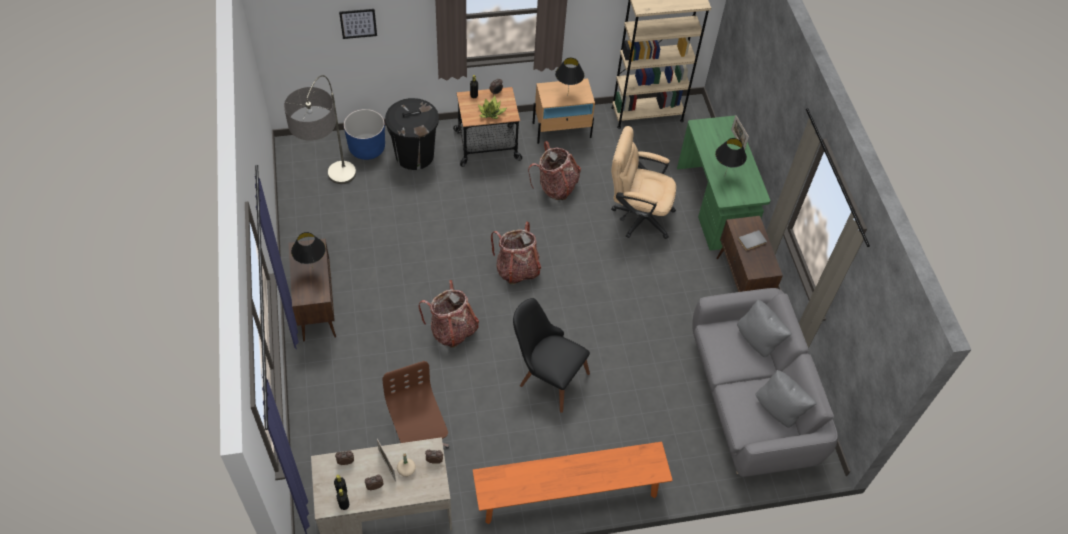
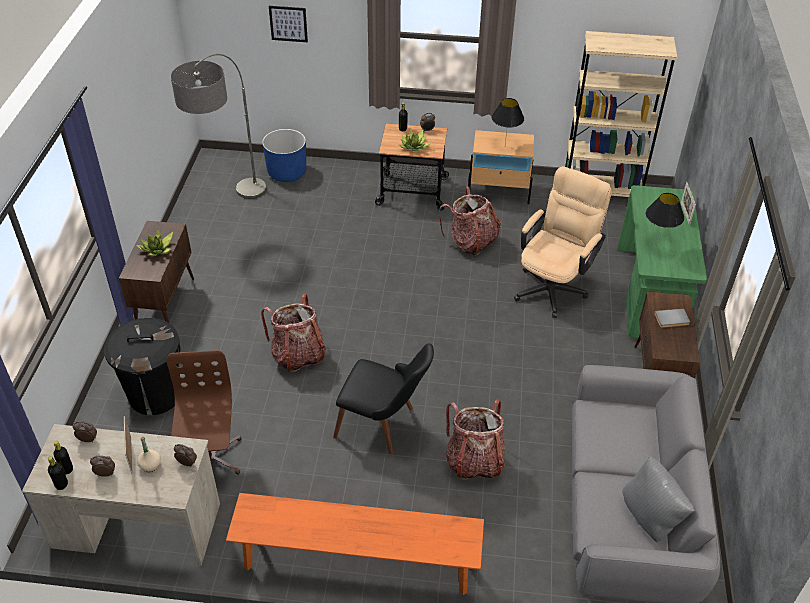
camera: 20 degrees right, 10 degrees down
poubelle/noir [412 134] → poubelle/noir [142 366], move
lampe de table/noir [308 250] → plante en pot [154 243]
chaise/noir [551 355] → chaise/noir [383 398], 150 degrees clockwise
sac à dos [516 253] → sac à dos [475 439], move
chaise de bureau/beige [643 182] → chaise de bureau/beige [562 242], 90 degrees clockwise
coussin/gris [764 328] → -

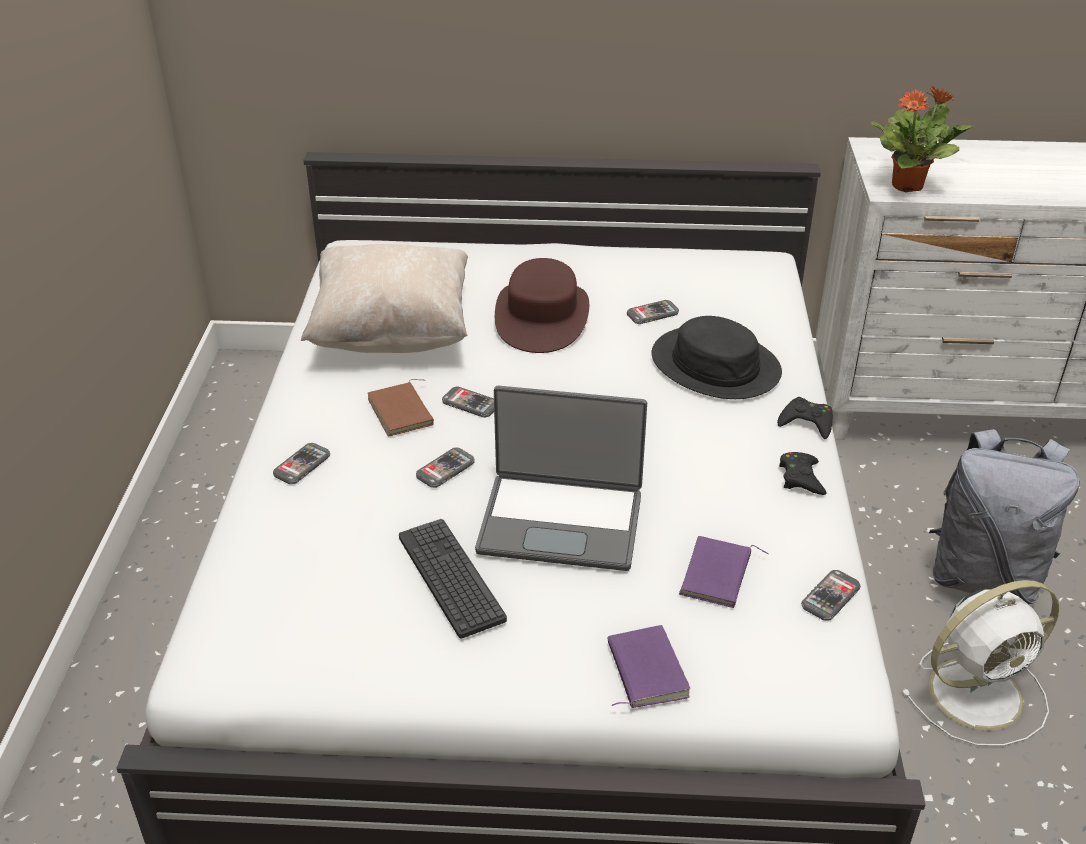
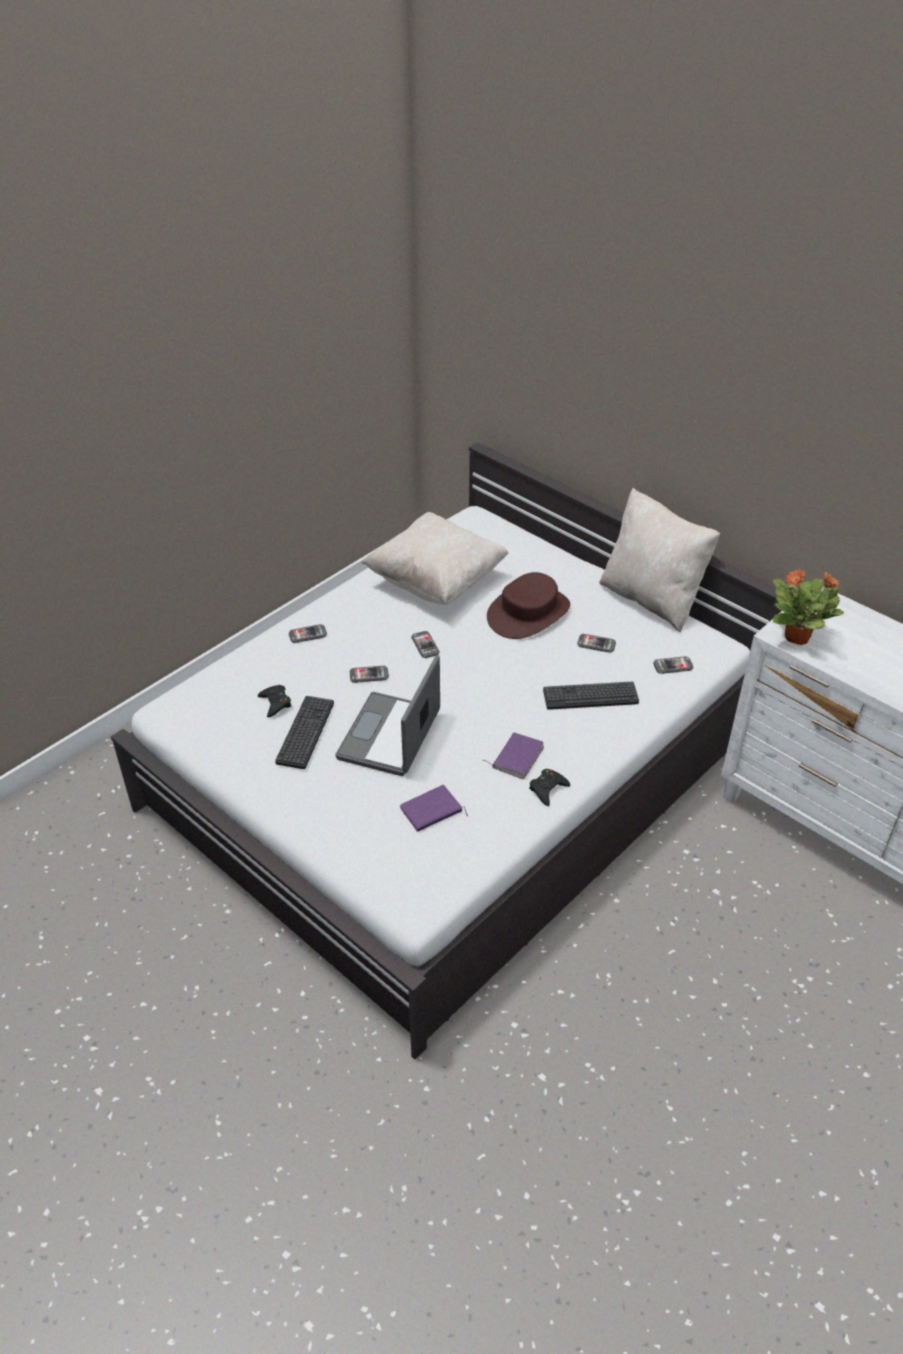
camera: 40 degrees right, 5 degrees up
manette/noir [805 418] → manette/noir [274 701], move
ordinateur portable [561 478] → ordinateur portable [388 715], 60 degrees clockwise
livre/violet [649 666] → livre/violet [513 755], move
chapeau/noir [717 357] → clavier [591 696]
- → coussin/beige [659 560]
téléphone [831 595] → téléphone [673 665], move
livre/marron [400 408] → -
ventilateur/blanc [980 663] → -
sac à dos/gris [1004 517] → -

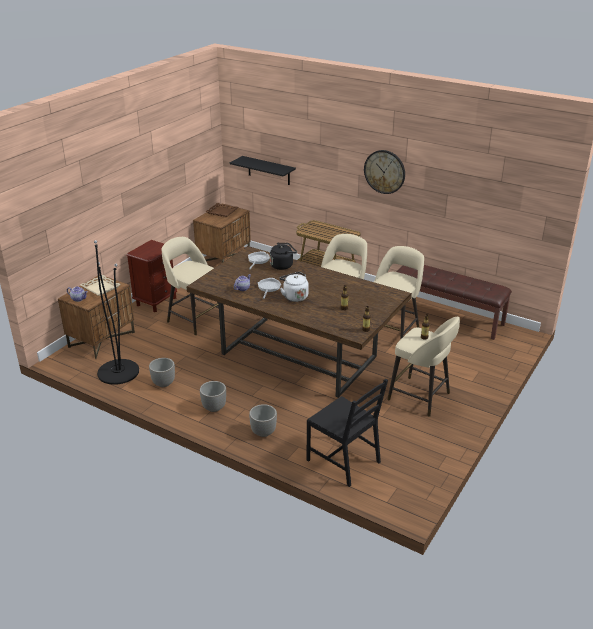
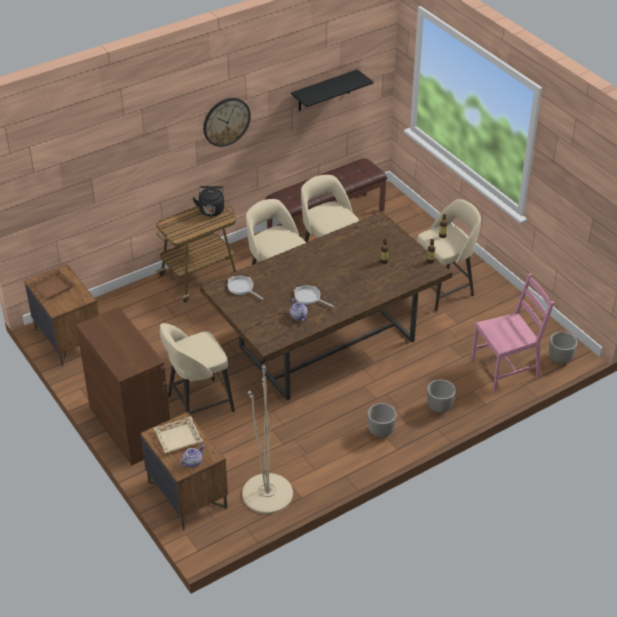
camera: 65 degrees left, 10 degrees up
table de chevet/marron [151 276] → meuble de rangement/marron [123 386]
bouilloire/noir [283 256] → bouilloire/noir [208 201], move
lampadaire/noir [116 312] → lampadaire/beige [267 439]
étagère/noir [263 170] → étagère/noir [332 90], move
chaise/noir [347 433] → chaise/rose [512 332]
cache-pot [162 372] → cache-pot [563 348], move
bouilloire/blanc [294 287] → -

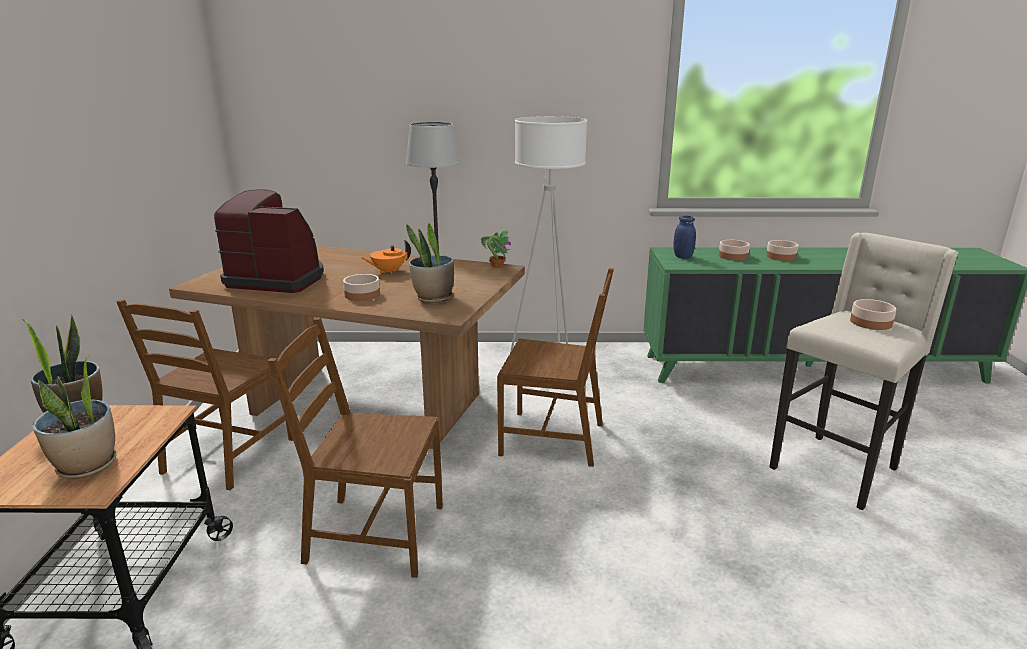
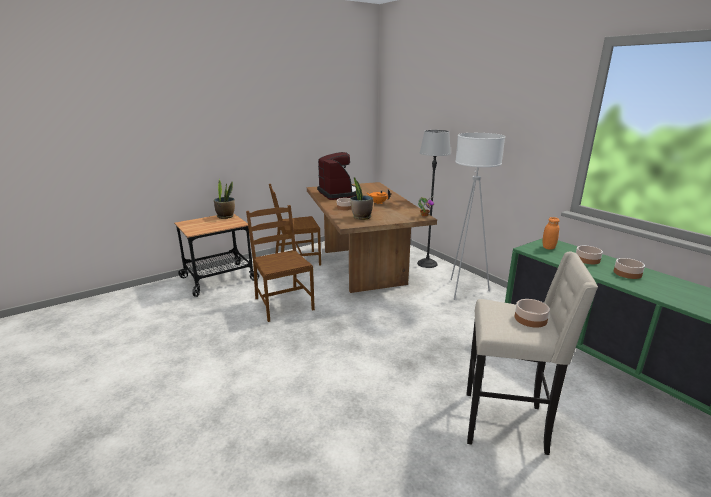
camera: 55 degrees right, 0 degrees up
bocal/bleu [684 237] → bocal/orange [551 233]
plante en pot [74 417] → -
chaise/marron [555 367] → -

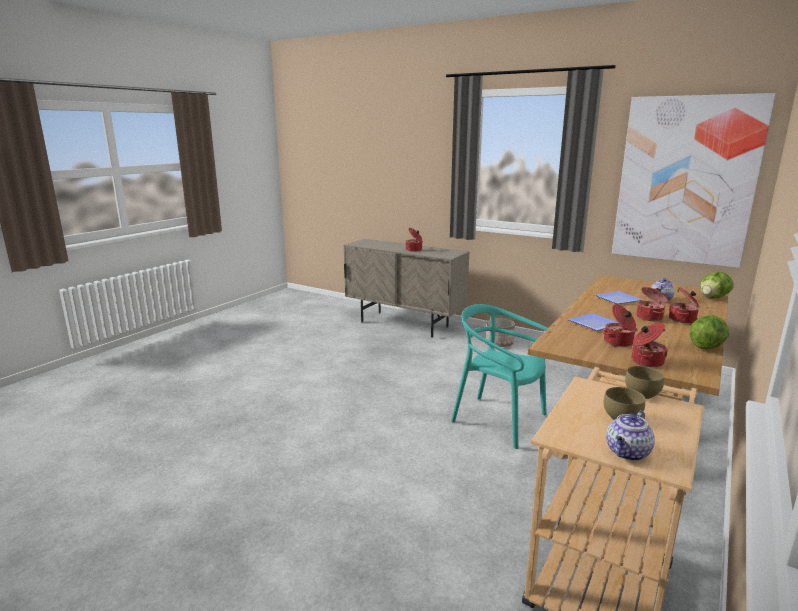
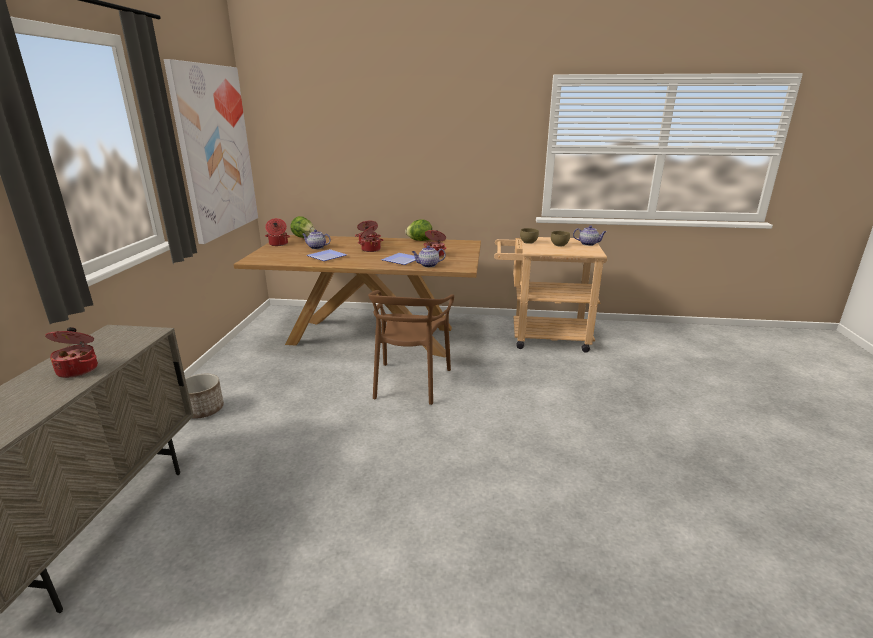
camera: 115 degrees left, 5 degrees up
marmite [649 344] → marmite [277 232], move
chaise/turquoise [499 376] → chaise/marron [411 347]
- → théière [429 256]

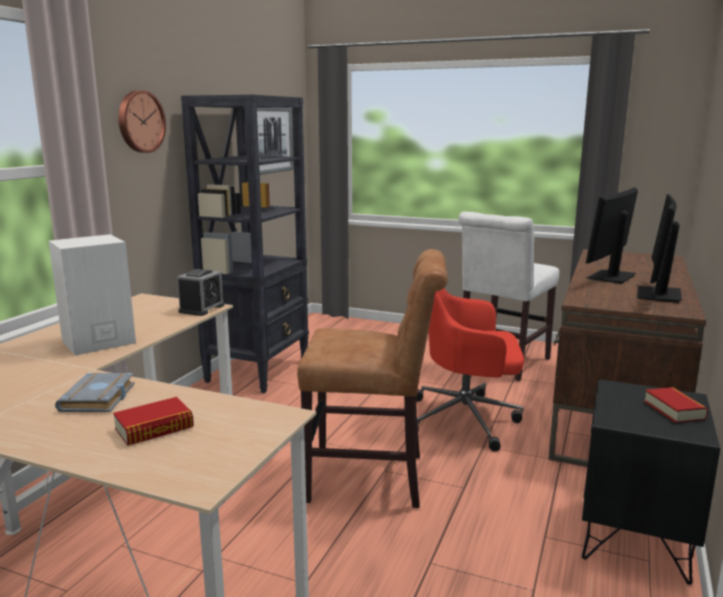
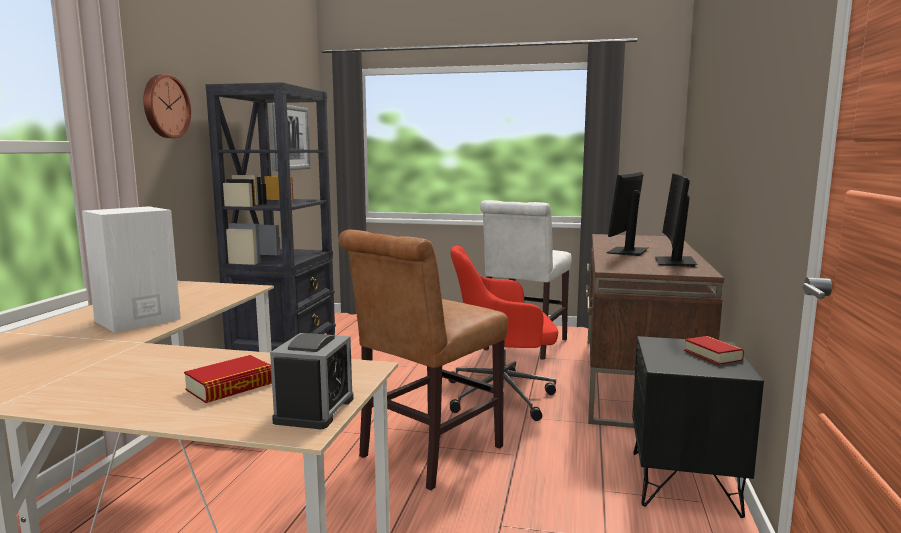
camera: 10 degrees left, 5 degrees down
réveil [200 292] → réveil [312 381], move
chaise/marron [372 378] → chaise/marron [423 360], 135 degrees clockwise
livre/gris [95 392] → -

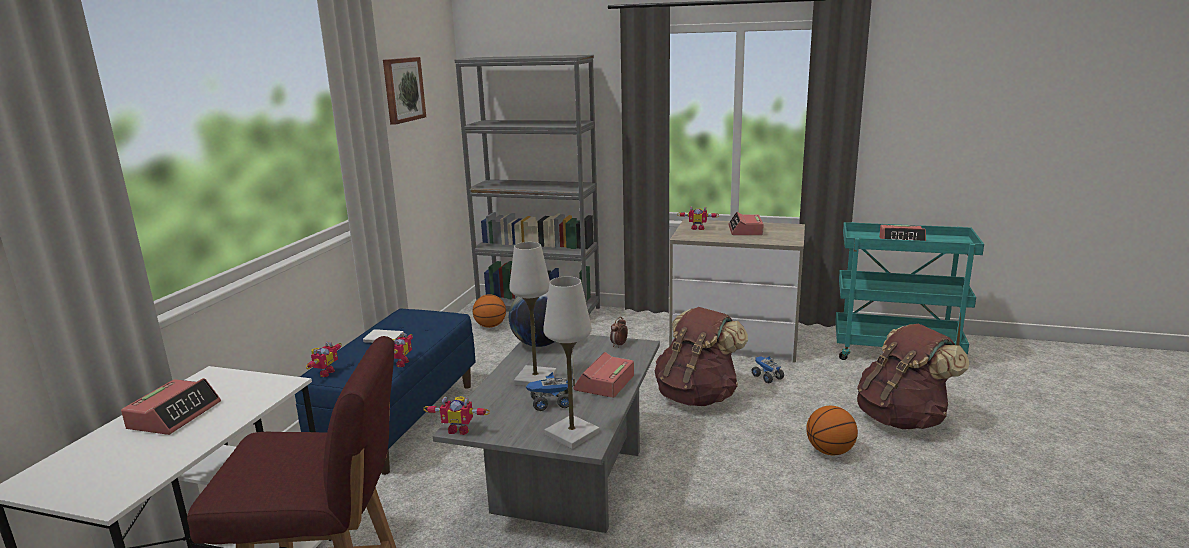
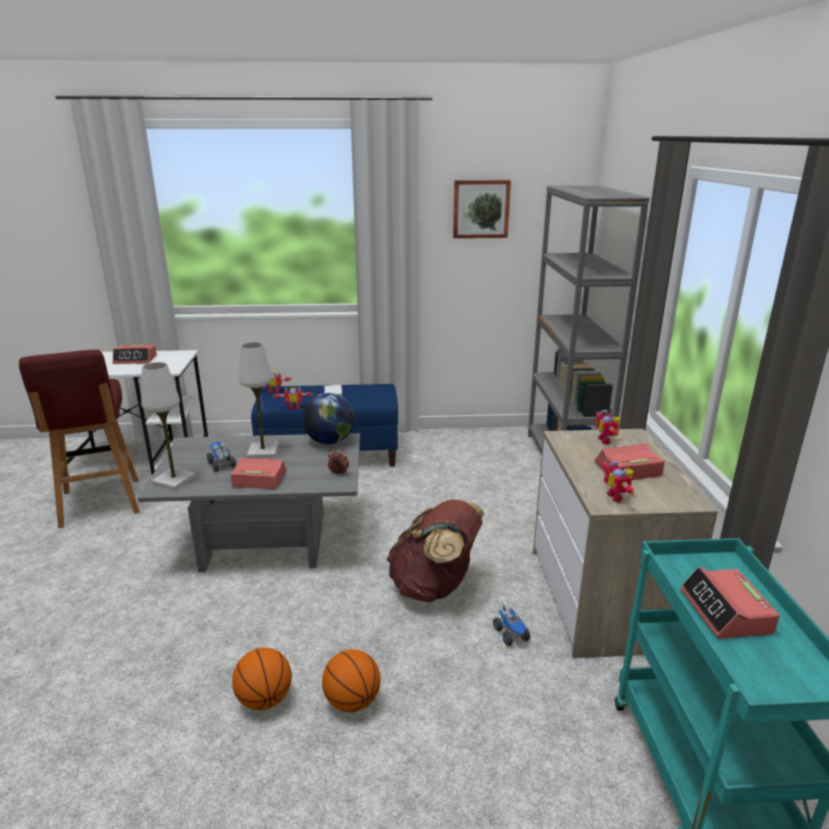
camera: 70 degrees right, 5 degrees up
ballon de basket [489 311] → ballon de basket [262 679], move
camion jouet [768 369] → camion jouet [511 624], 120 degrees clockwise
robot jouet [456 415] → robot jouet [618 481], move
sac à dos/marron [913 376] → -

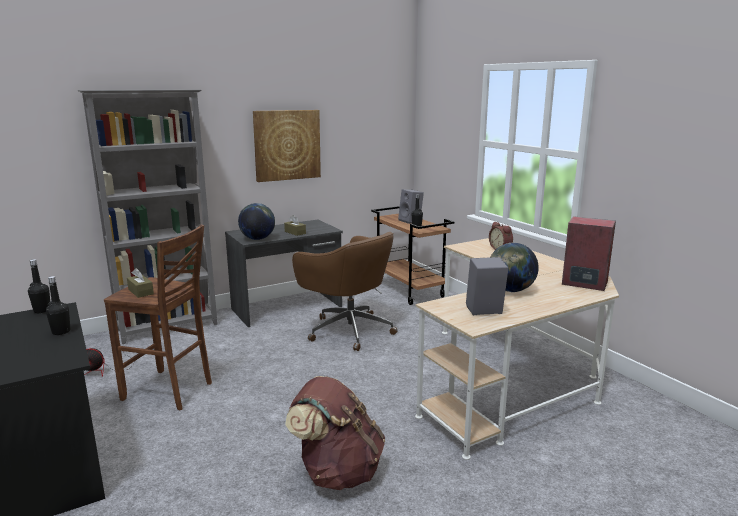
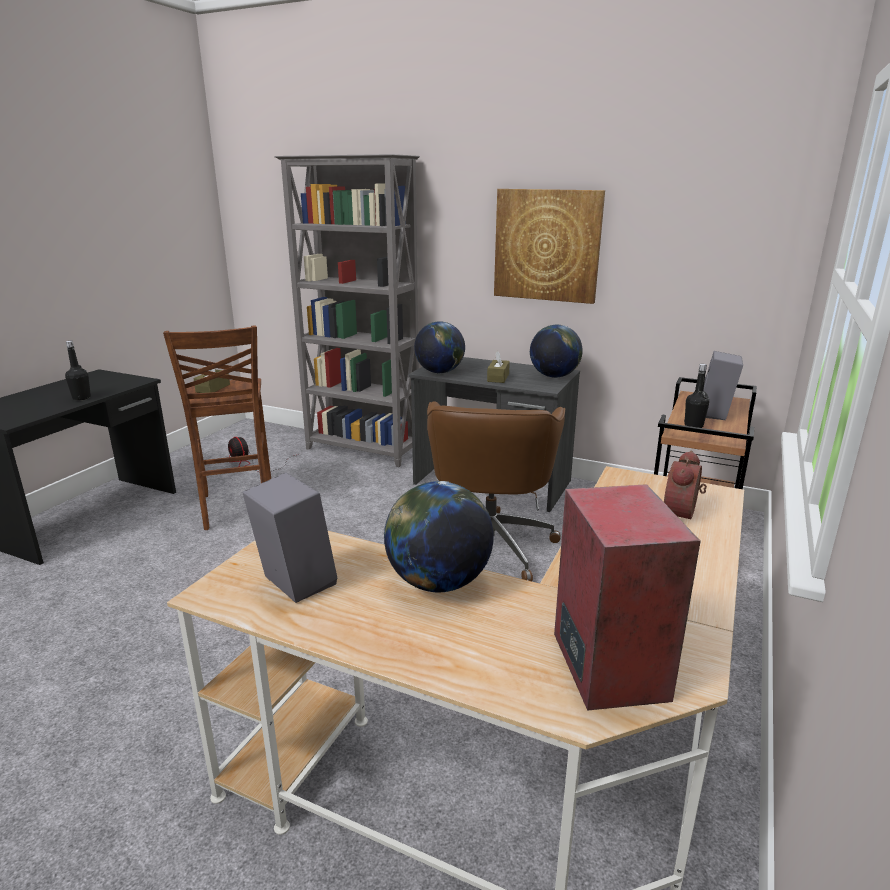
camera: 55 degrees right, 5 degrees up
- → globe [556 351]
bouteille/noir [39 286] → -
sac à dos/marron [335 433] → -

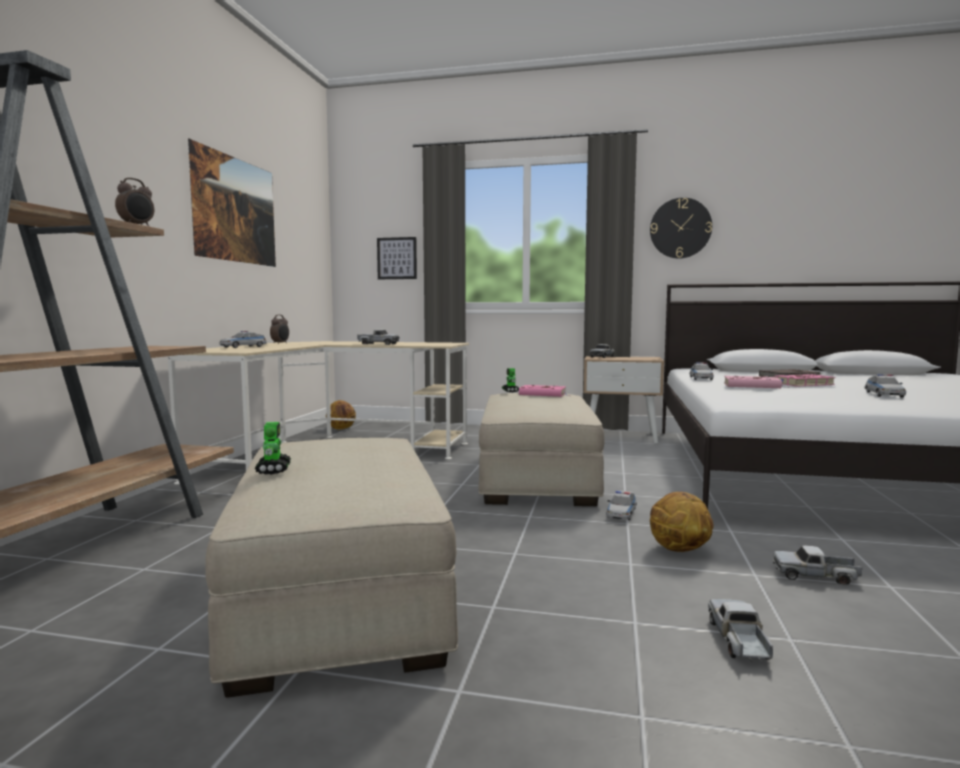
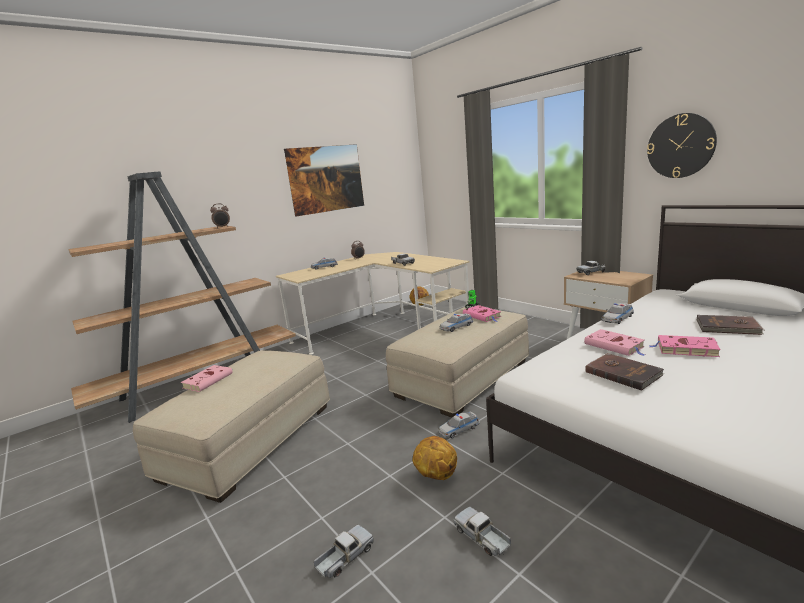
camera: 40 degrees right, 10 degrees up
robot jouet [273 448] → livre/rose [207 378]
petite voiture [885 386] → petite voiture [456 322], move
- → livre/marron [624 372]
tableau [397 258] → -

